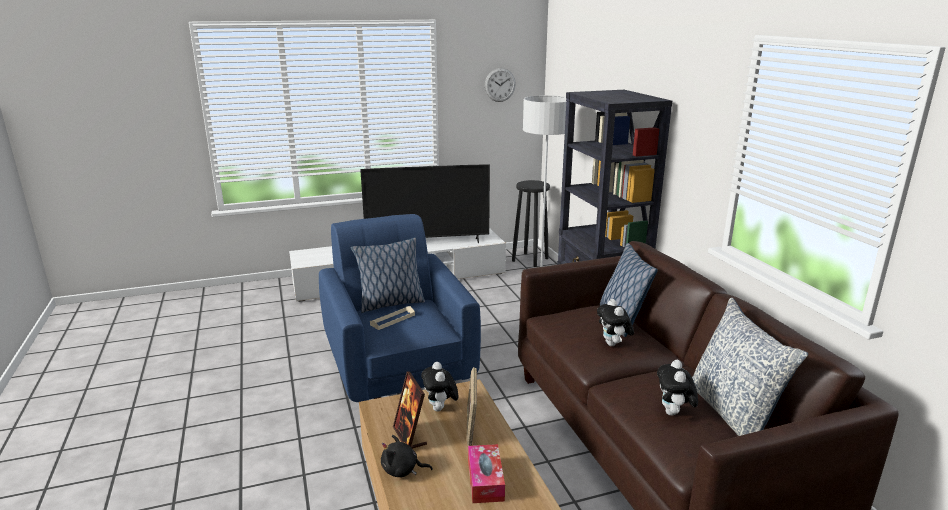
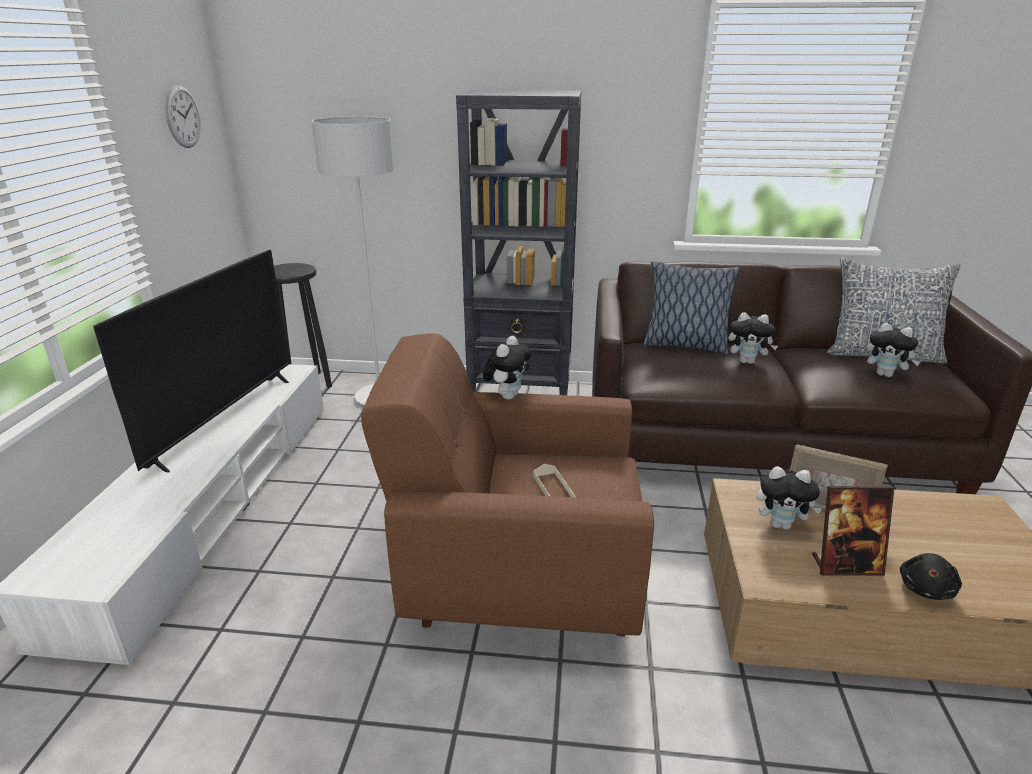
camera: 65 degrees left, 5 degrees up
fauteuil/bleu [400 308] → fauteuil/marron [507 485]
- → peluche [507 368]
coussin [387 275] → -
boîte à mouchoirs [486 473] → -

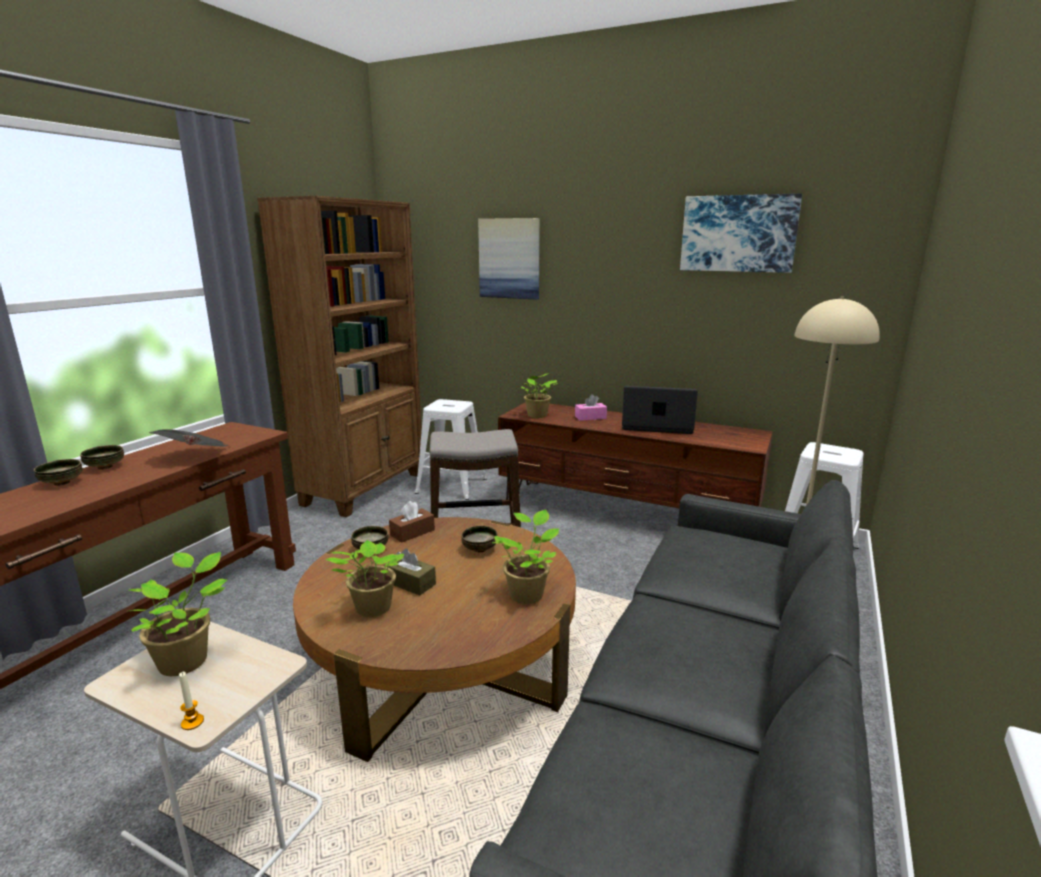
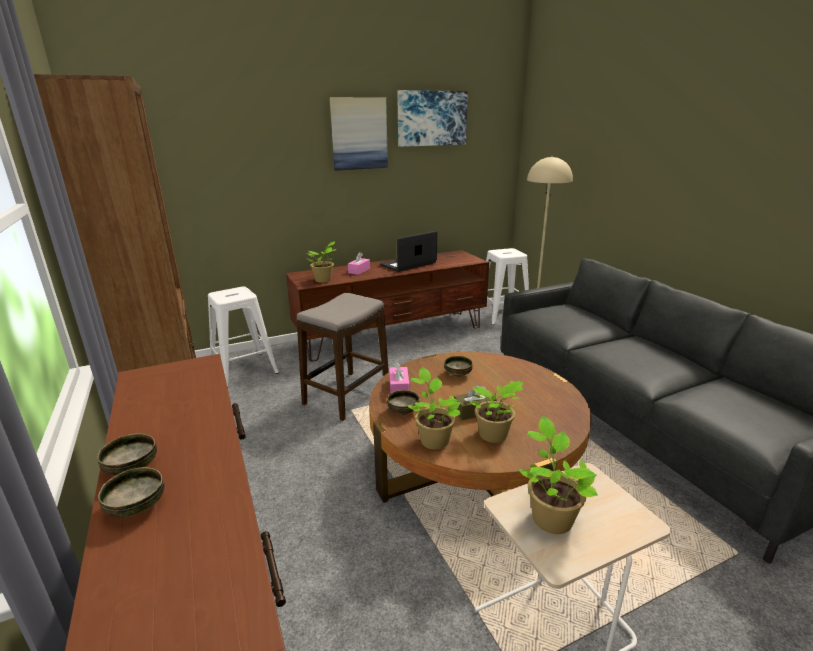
camera: 50 degrees left, 5 degrees up
tableau [509 259] → tableau [359 133], move
boîte à mouchoirs/marron [412 522] → boîte à mouchoirs/rose [399 378]
plante en pot [525 556] → plante en pot [434 408], move
journal [189 438] → -
bougie [191 701] → -

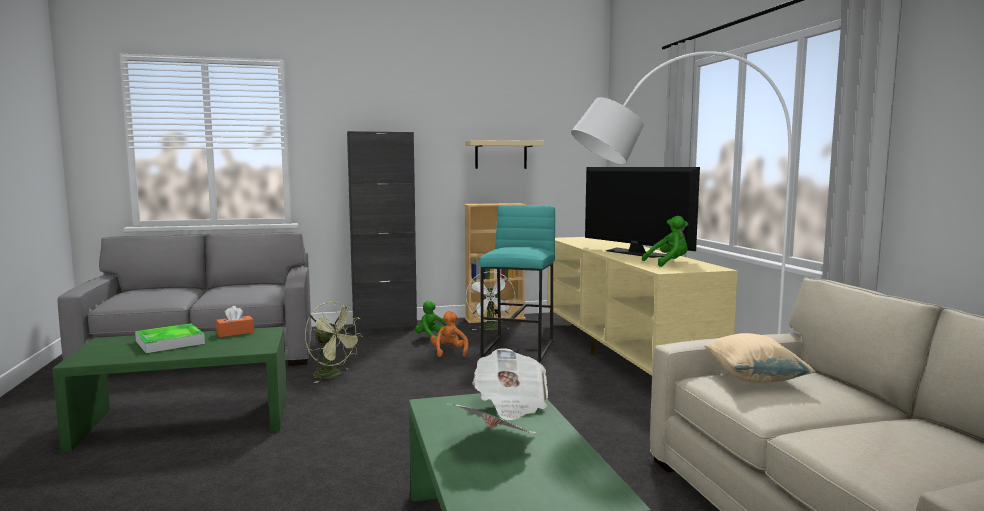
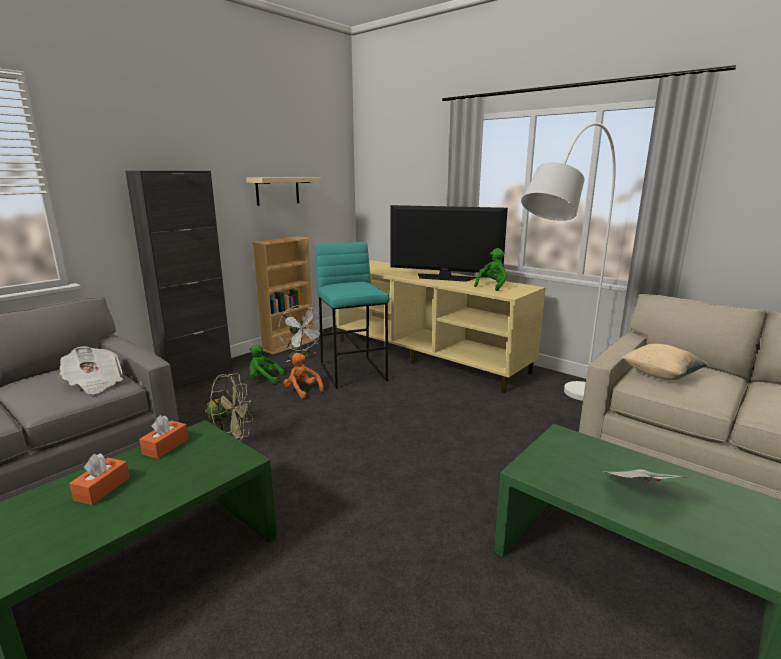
camera: 35 degrees left, 10 degrees up
journal [510 384] → journal [91 370], move
plateau [170 338] → boîte à mouchoirs/orange [99 479]

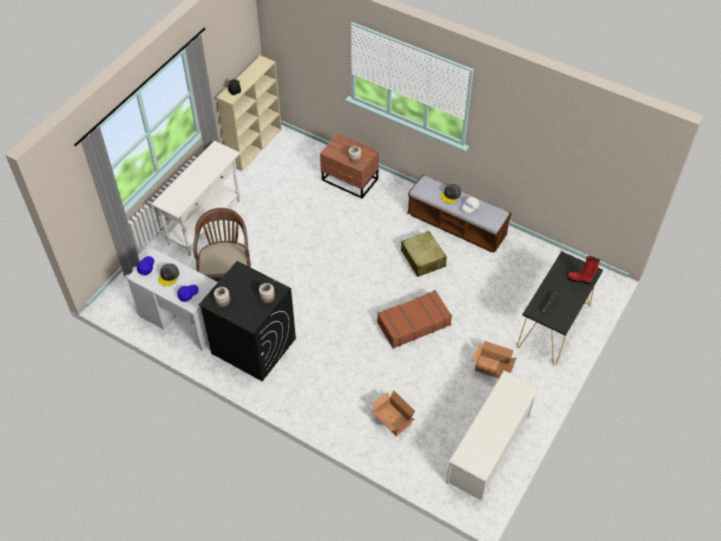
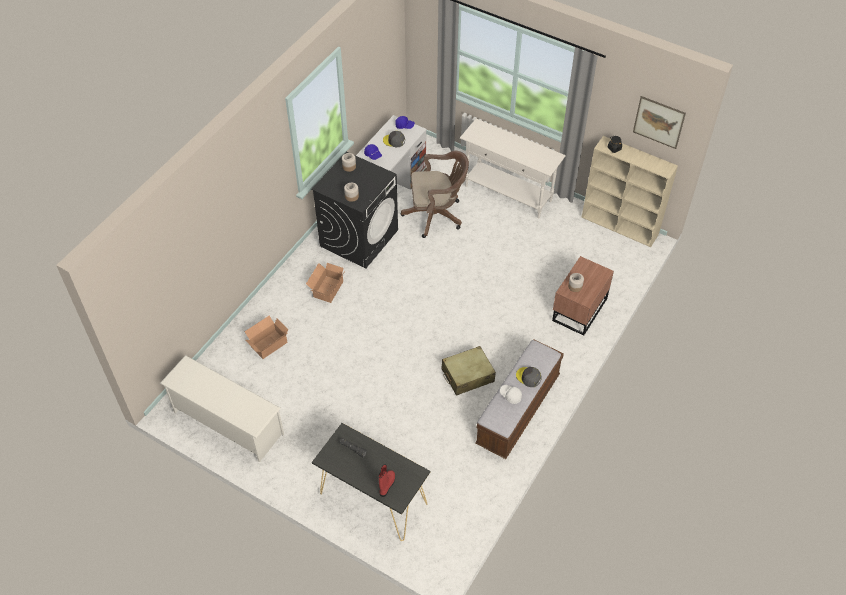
camera: 90 degrees right, 0 degrees up
carton [495 360] → carton [325 283], move
- → tableau [659 122]
valise/marron [414 319] → -

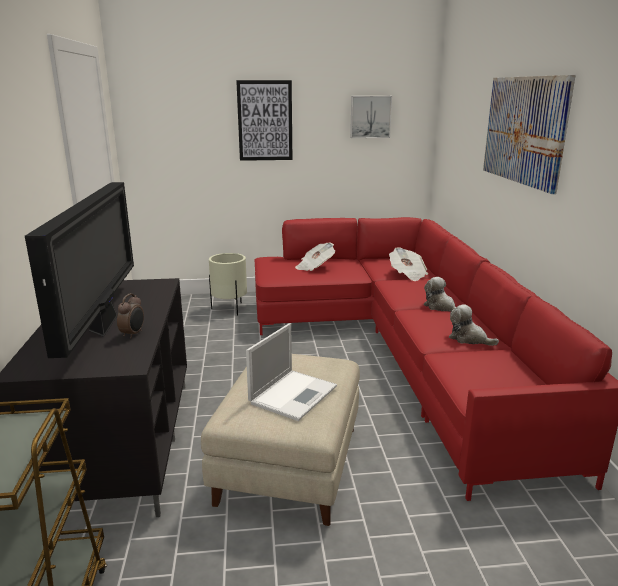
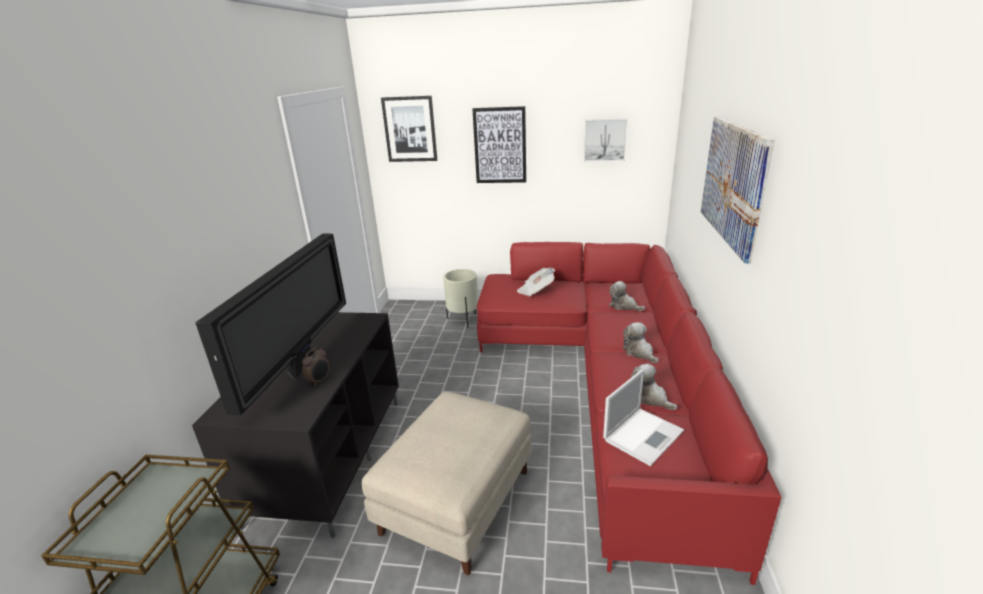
camera: 15 degrees right, 5 degrees up
- → tableau [409 129]
ordinateur portable [291 372] → ordinateur portable [643 417], move
journal [408 264] → peluche [627 296]

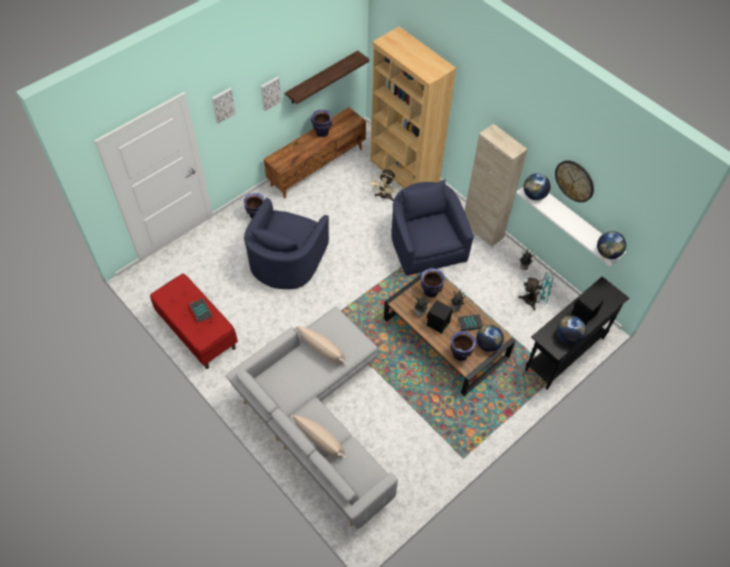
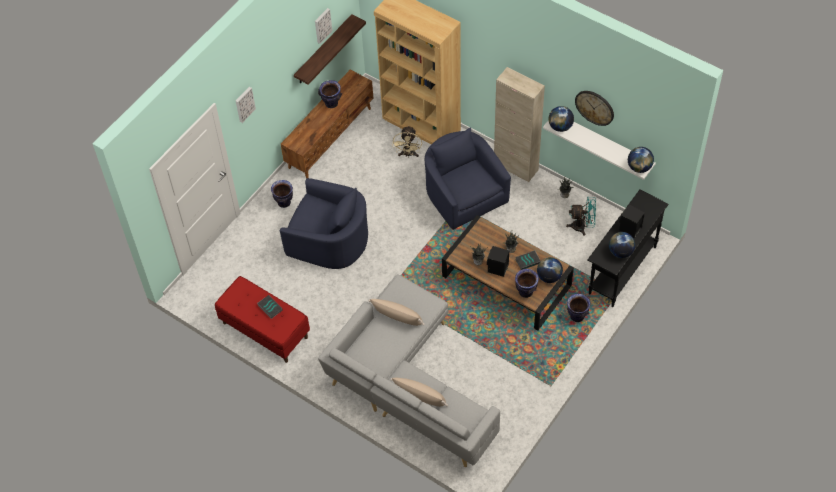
camera: 10 degrees left, 0 degrees up
fauteuil/bleu [286 243] → fauteuil/bleu [323 223], 75 degrees counterclockwise
tableau [271 93] → tableau [323 26], move
vase [433 283] → vase [578 308], move

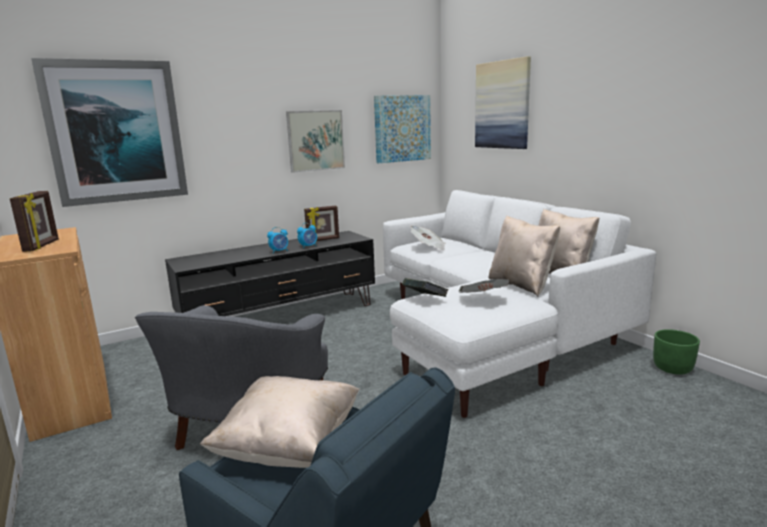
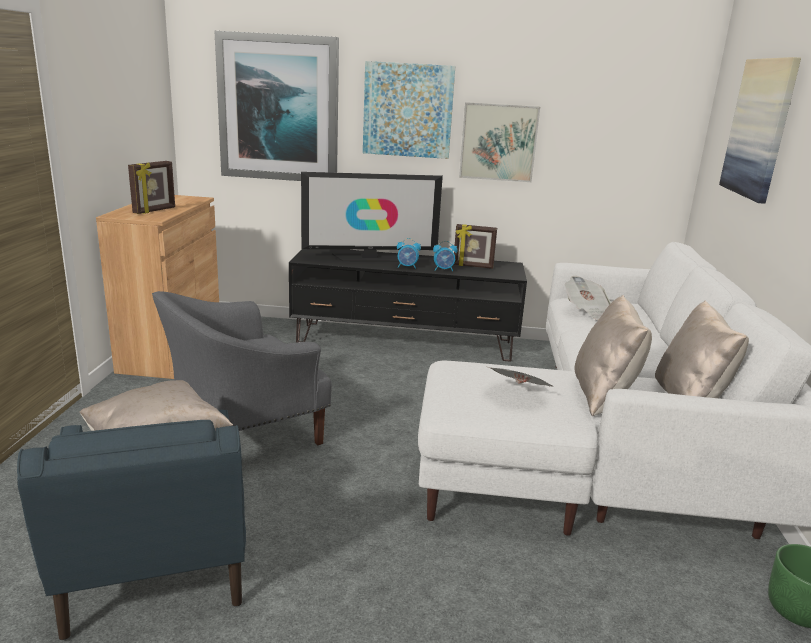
camera: 35 degrees right, 5 degrees up
- → téléviseur [372 217]
tableau [402 129] → tableau [409 110], move
livre [425 287] → -

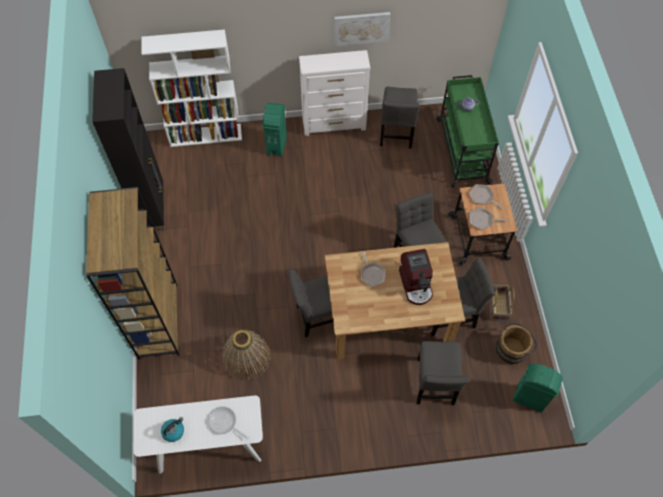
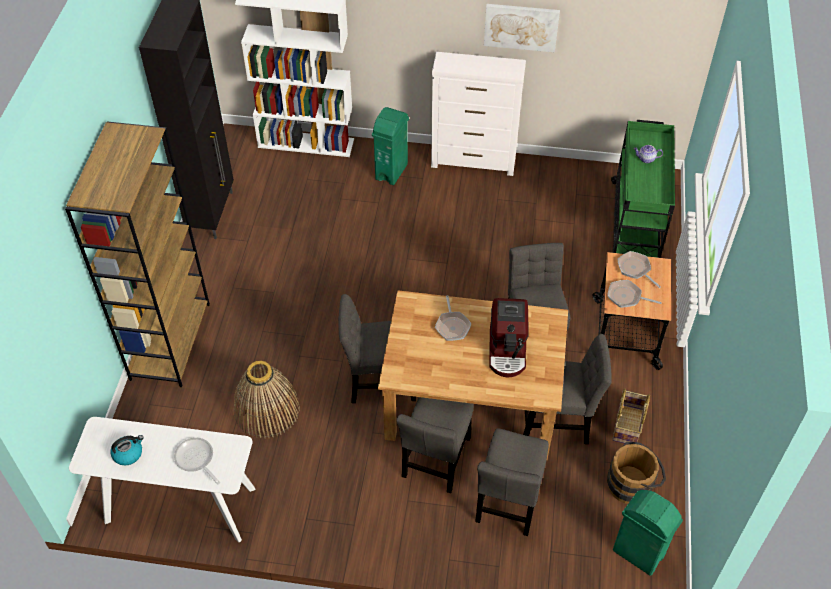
camera: 15 degrees right, 10 degrees down
chaise/gris [400 118] → chaise/gris [435 445], move

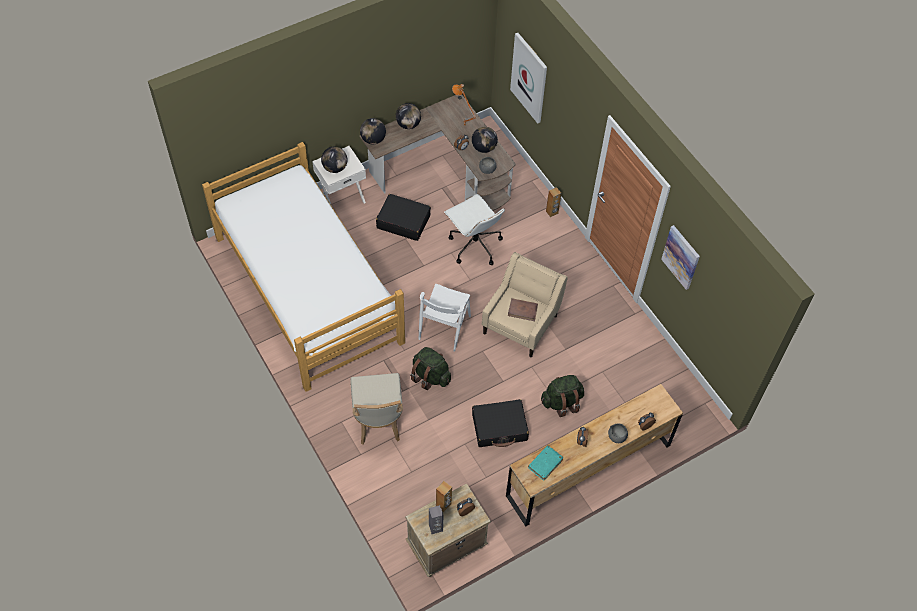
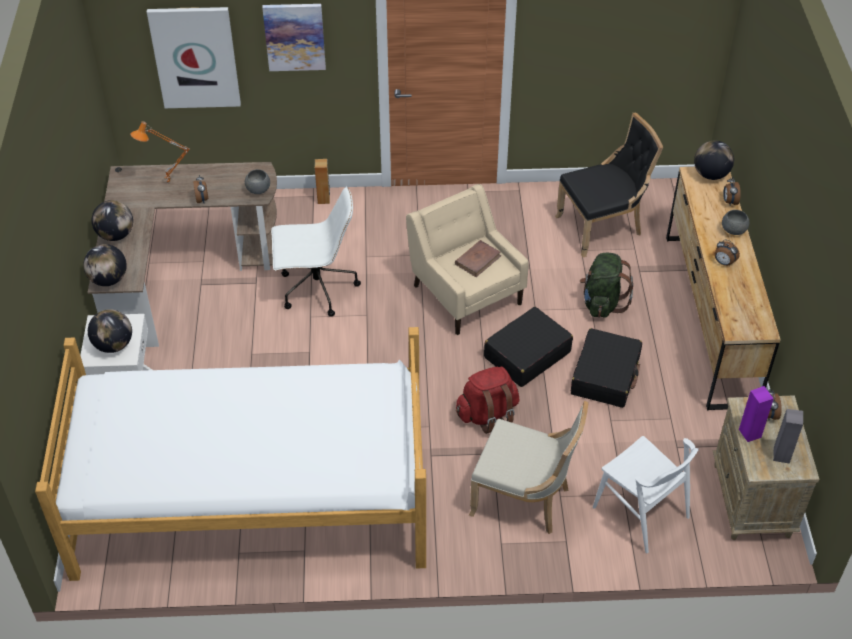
camera: 60 degrees left, 10 degrees down
tableau [680 257] → tableau [294 37], move
sac à dos/vert [430 368] → sac à dos/rouge [488 400]
valise/noir [403 217] → valise/noir [528 347], move
- → chaise/noir [609 184]
chaise/blanc [445 318] → chaise/blanc [646 494], move
globe [485 140] → globe [714 160], move
enceinte/marron [444 496] → enceinte/violet [756 414]
livre/turquoise [545 463] → -

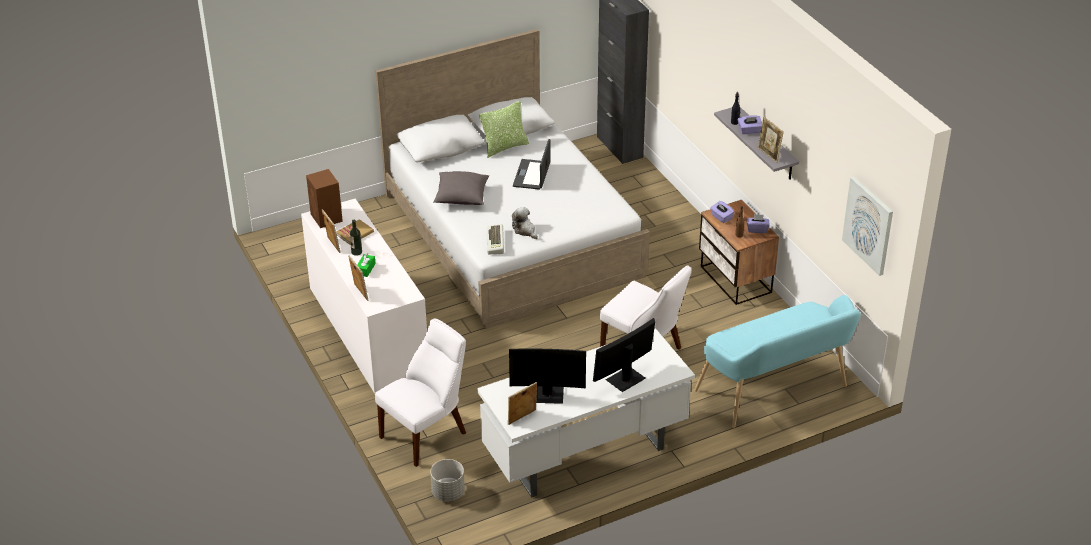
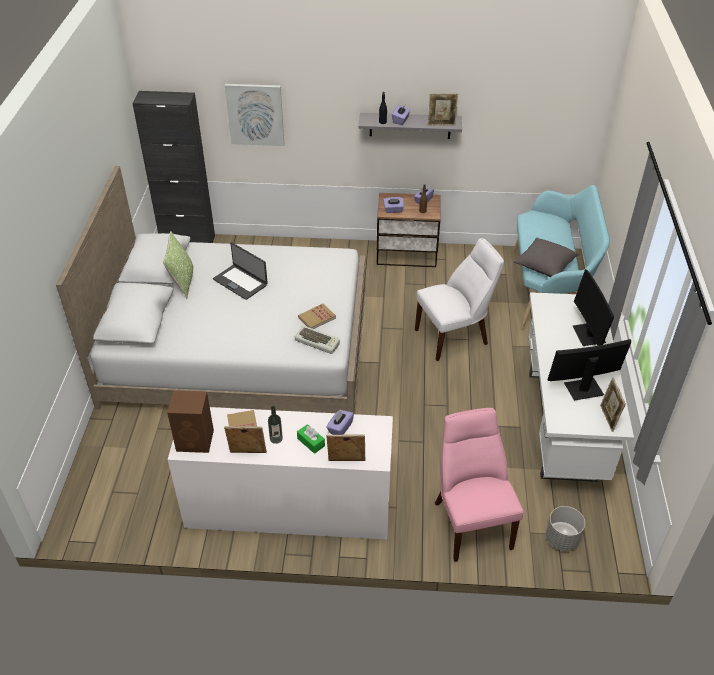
camera: 60 degrees left, 5 degrees up
tableau [867 226] → tableau [254 115], move
peluche [525 223] → livre [317 316]
- → boîte à mouchoirs/violet [340 422]
chaise/blanc [420 392] → chaise/rose [479 485]
coussin/gris [461 188] → coussin/gris [546 257], move
écran d'ordinateur [547 376] → écran d'ordinateur [589 369], 135 degrees counterclockwise

